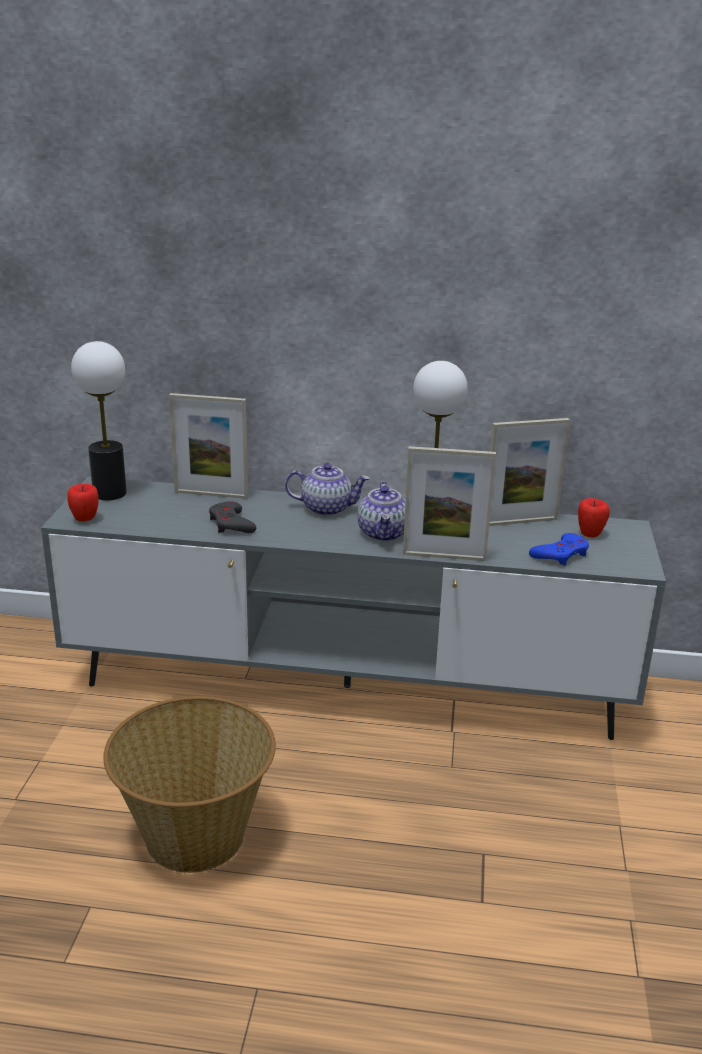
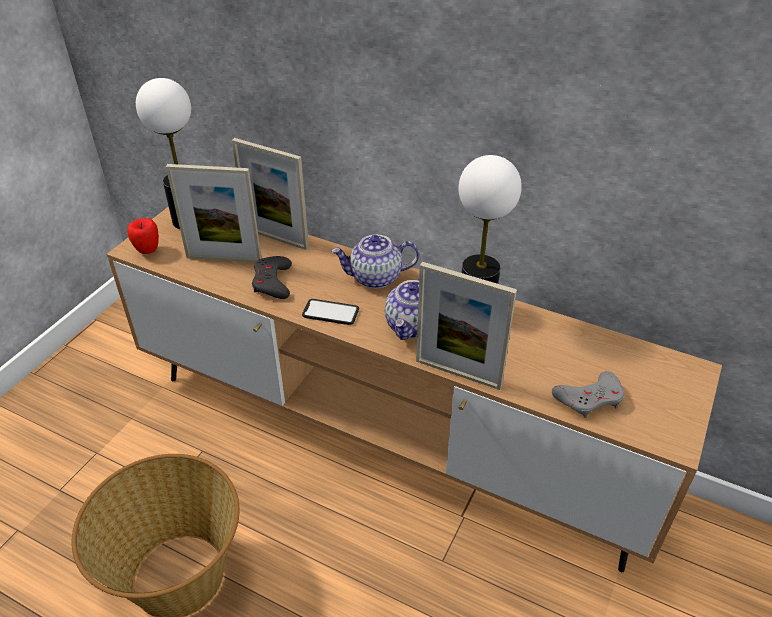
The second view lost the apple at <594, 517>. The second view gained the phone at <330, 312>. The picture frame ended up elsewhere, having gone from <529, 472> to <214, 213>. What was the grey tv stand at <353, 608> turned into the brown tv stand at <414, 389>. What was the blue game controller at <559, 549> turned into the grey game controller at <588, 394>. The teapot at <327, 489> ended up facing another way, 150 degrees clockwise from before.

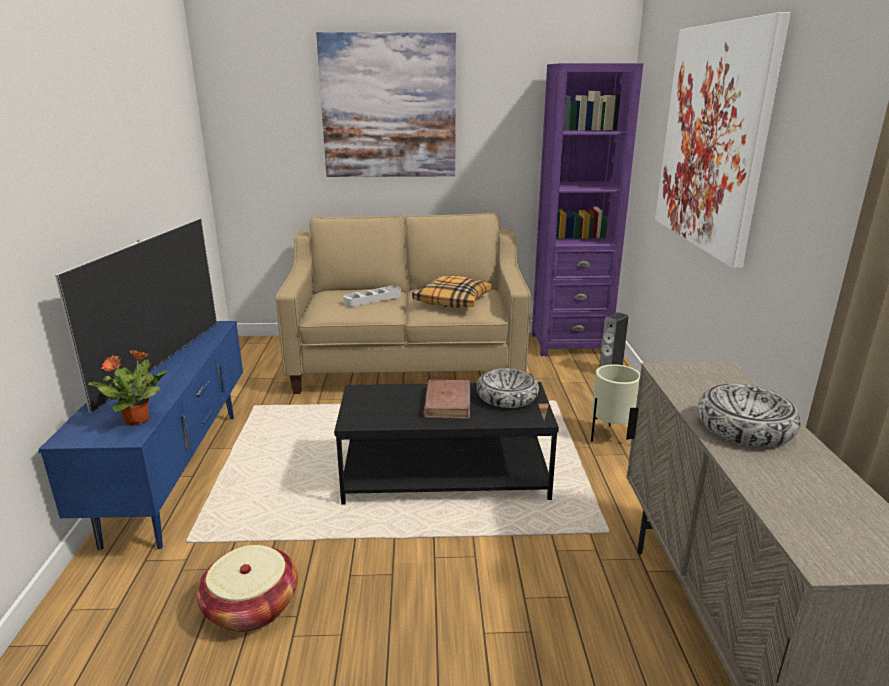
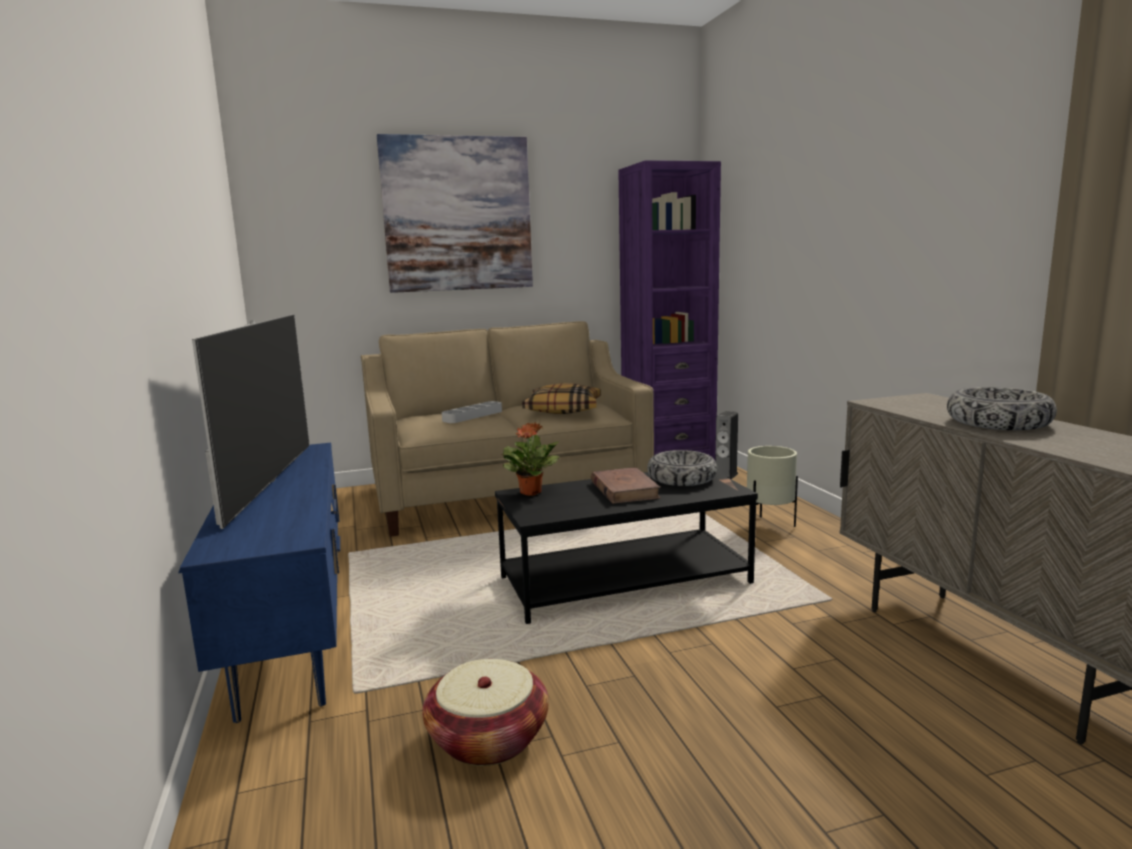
The second view lost the picture at <723, 140>. The potted plant ended up elsewhere, having gone from <127, 388> to <530, 459>.

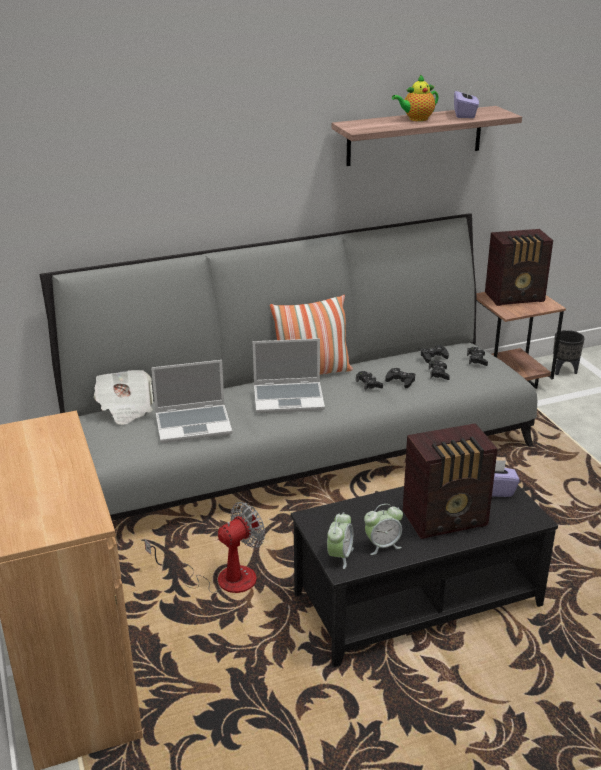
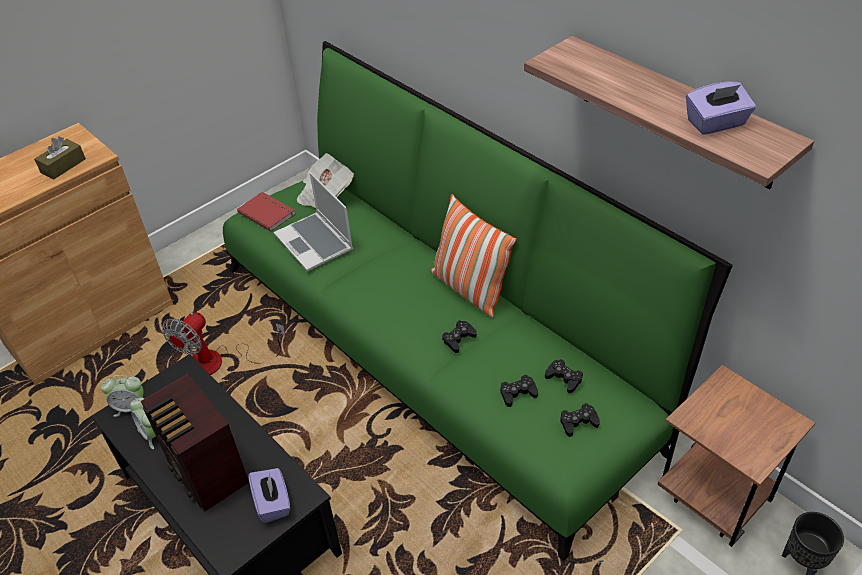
The second view lost the laptop at <289, 375>. The second view lost the black game controller at <400, 378>. The second view lost the teapot at <415, 97>. The second view lost the radio at <519, 267>. The second view gained the brown tissue box at <60, 158>. The second view gained the red book at <266, 212>. What was the grey sofa at <288, 367> turned into the green sofa at <478, 301>. The fan at <204, 547> ended up facing another way, 90 degrees clockwise from before.

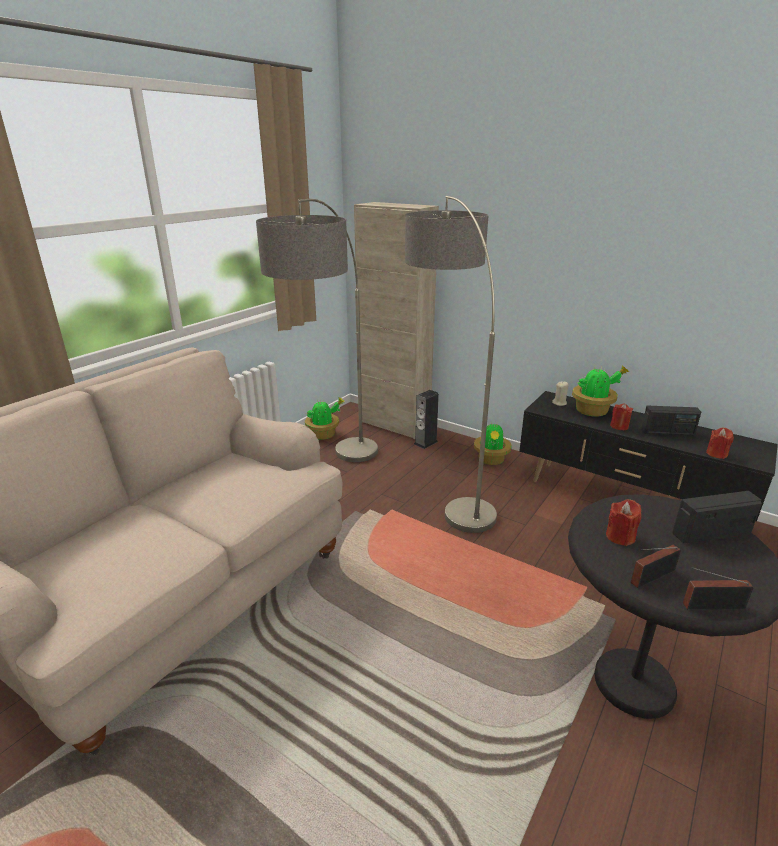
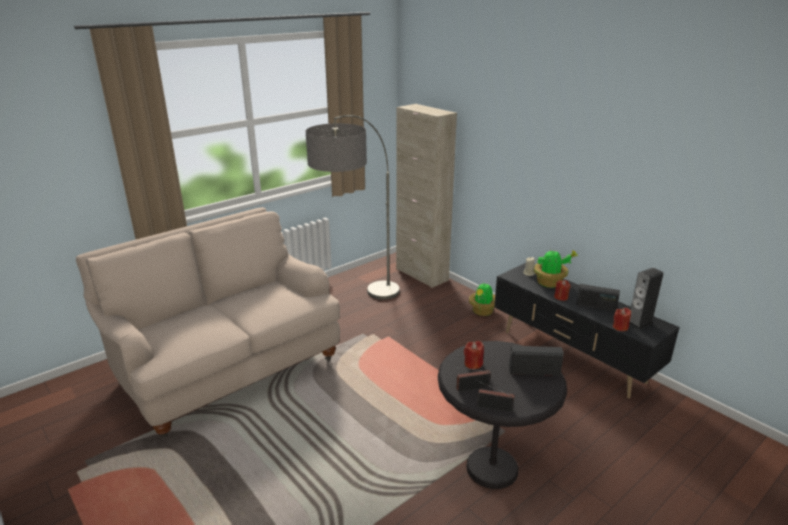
The second view lost the potted plant at <325, 418>. The second view lost the floor lamp at <451, 364>. The speaker ended up elsewhere, having gone from <426, 419> to <646, 299>.

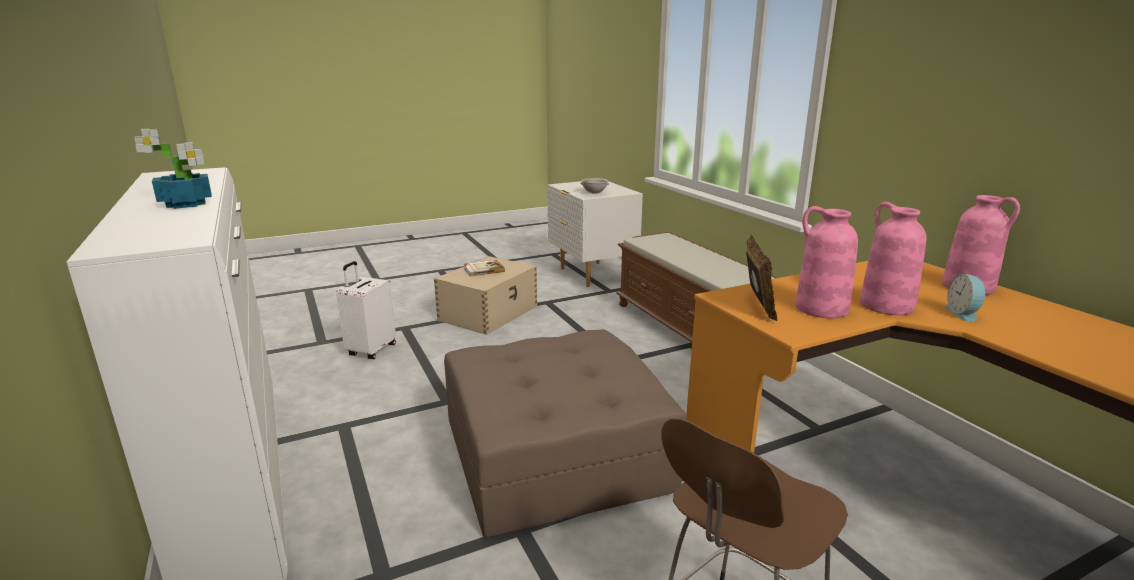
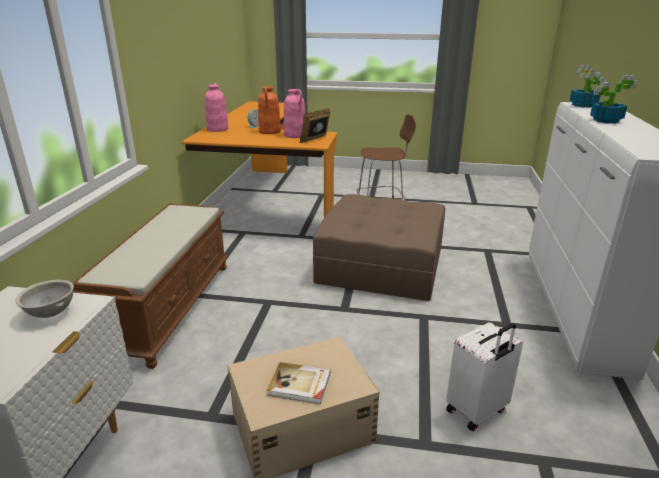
The second view gained the potted plant at <587, 86>. What was the pink vase at <893, 258> turned into the orange vase at <269, 110>.

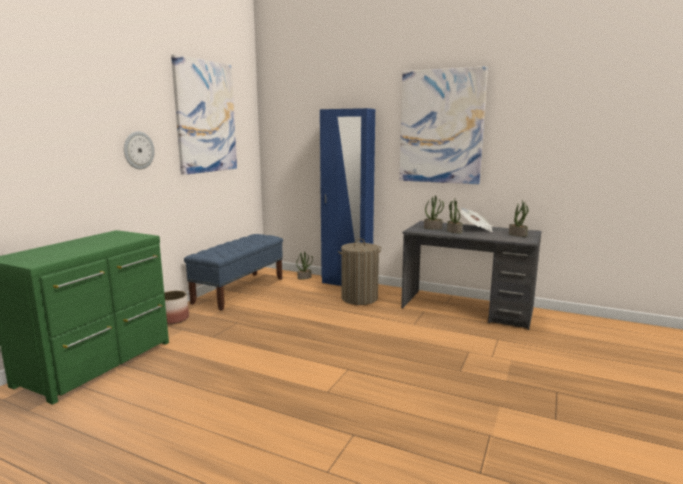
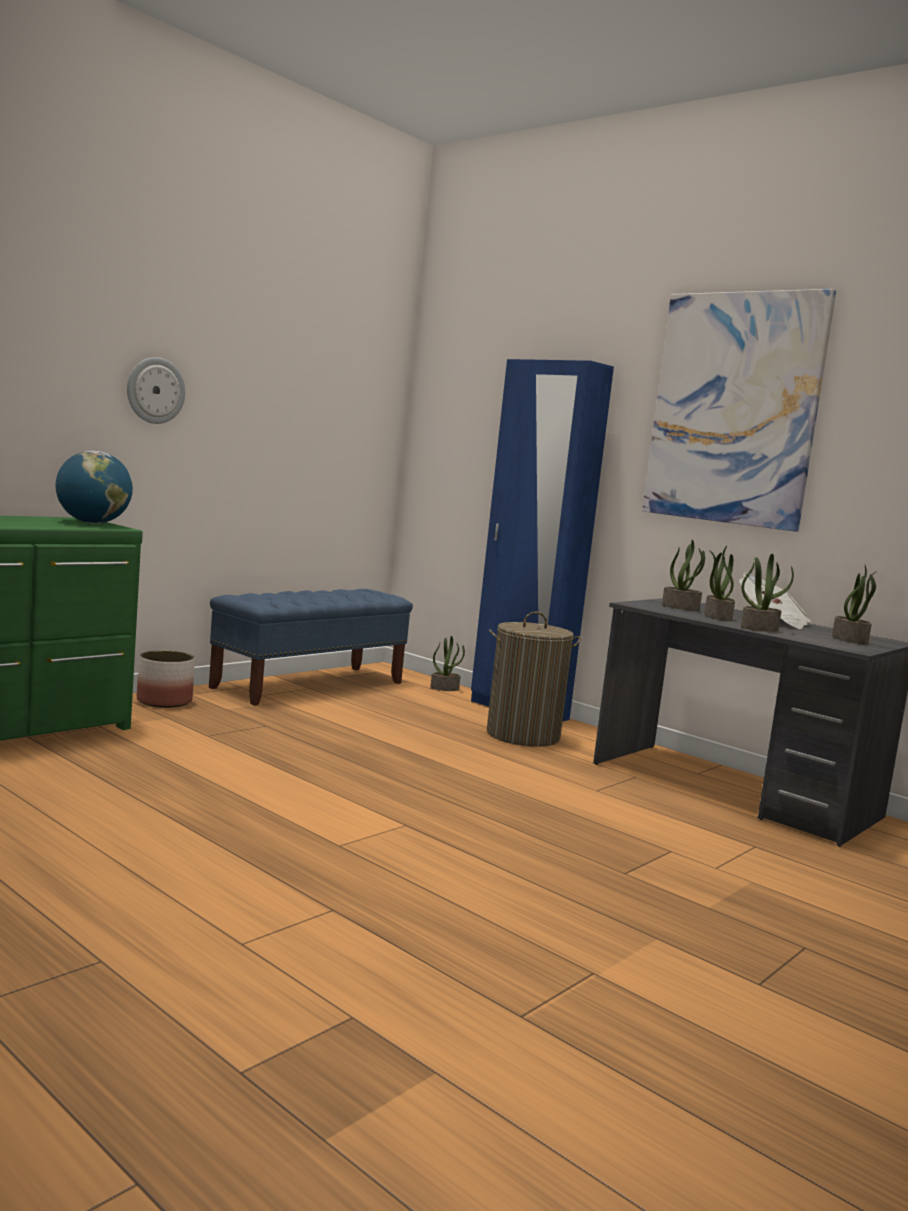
The second view lost the picture at <204, 114>. The second view gained the globe at <94, 487>. The second view gained the potted plant at <767, 593>.

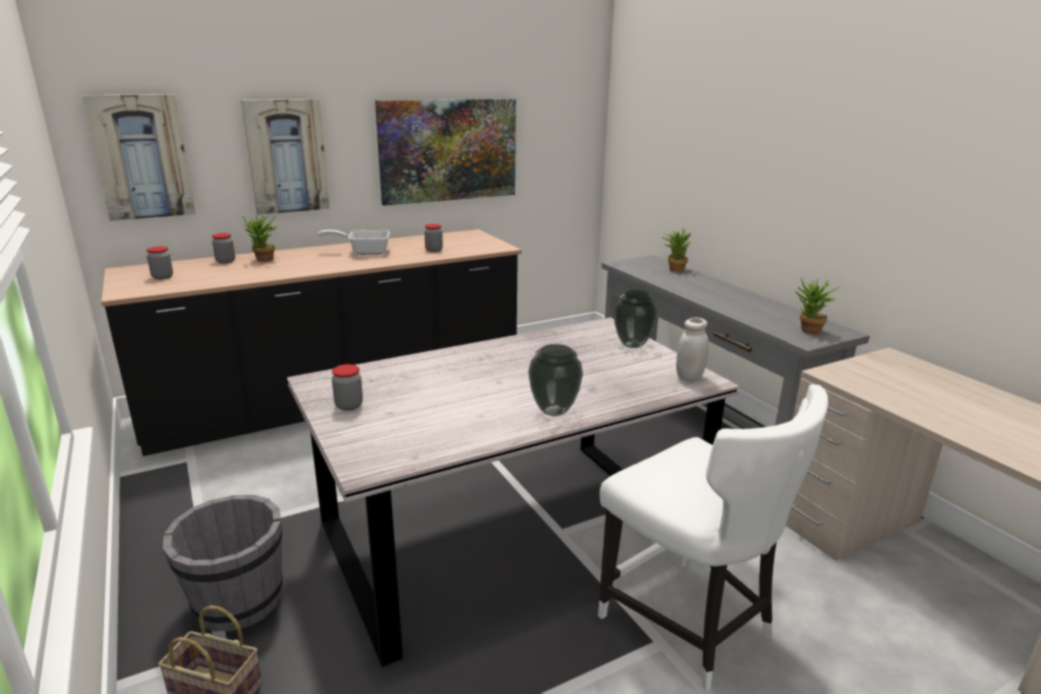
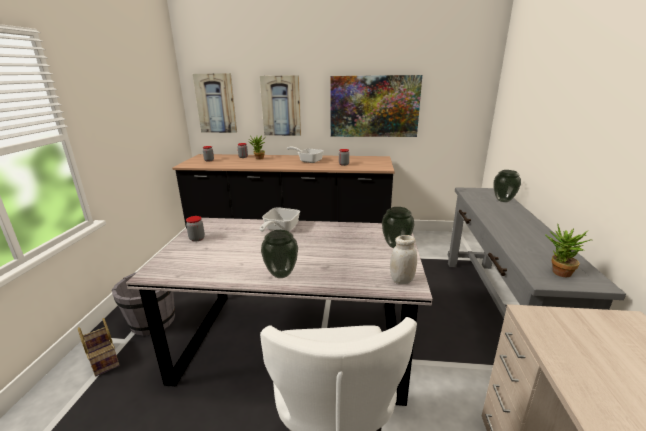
The second view gained the frying pan at <280, 219>. Where the potted plant stood at <676, 249>, the vase came to stand at <507, 186>.

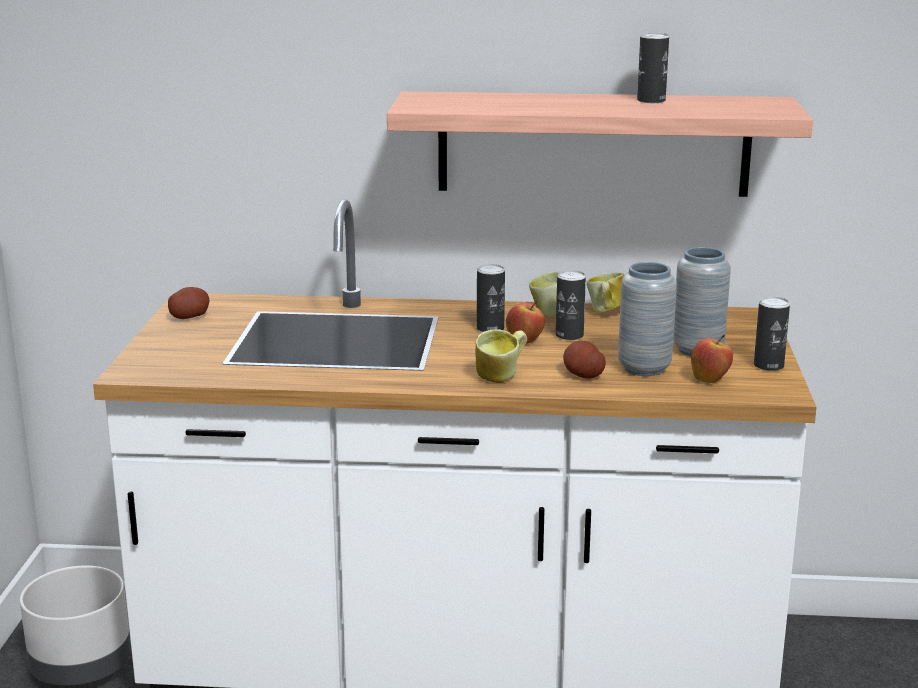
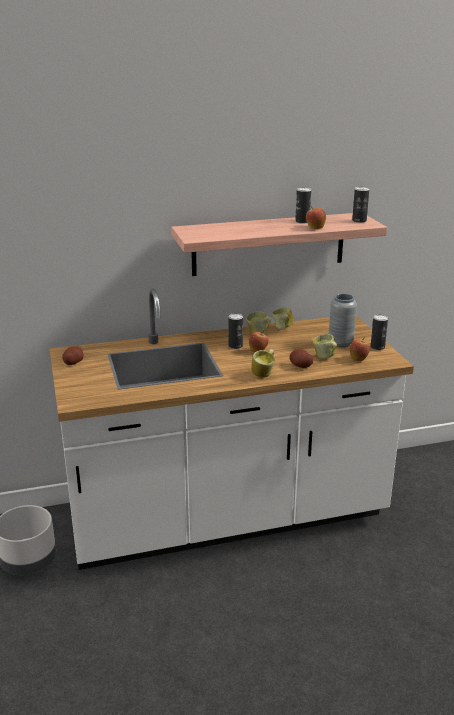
The second view gained the apple at <316, 217>. The can ended up elsewhere, having gone from <571, 305> to <360, 205>. Where the grey vase stood at <647, 319>, the mug came to stand at <325, 346>.

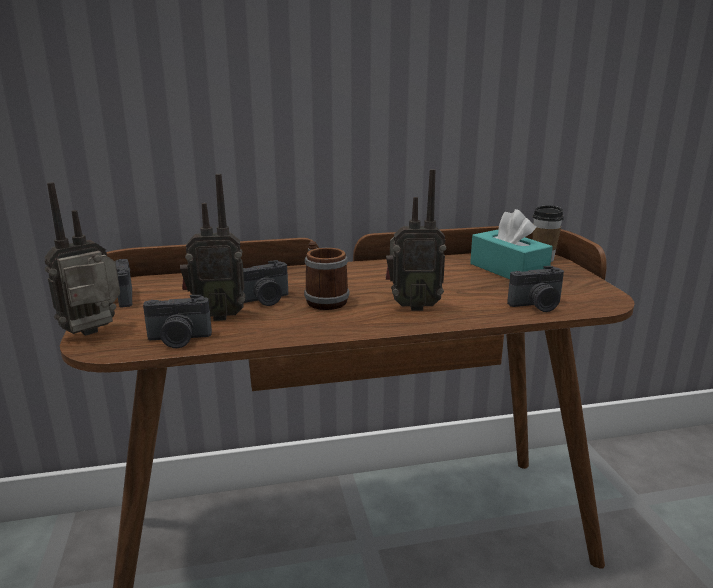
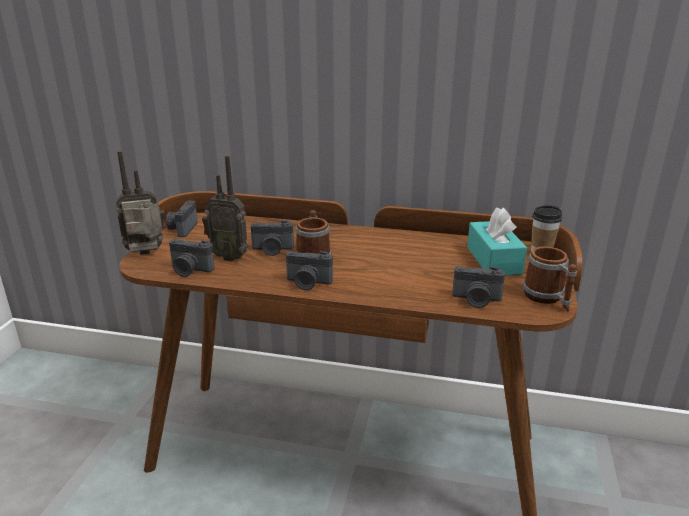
The second view lost the radio at <415, 240>. The second view gained the photo camera at <309, 270>. The second view gained the mug at <550, 279>.

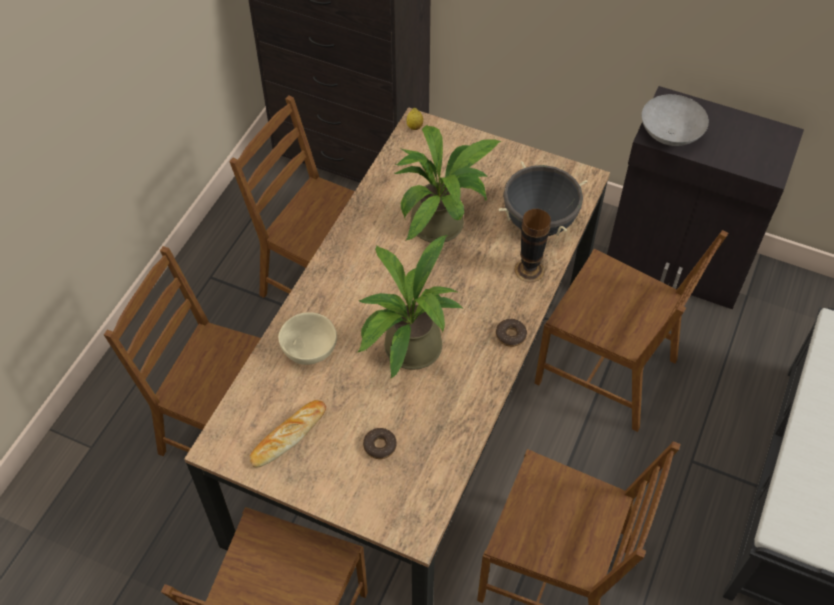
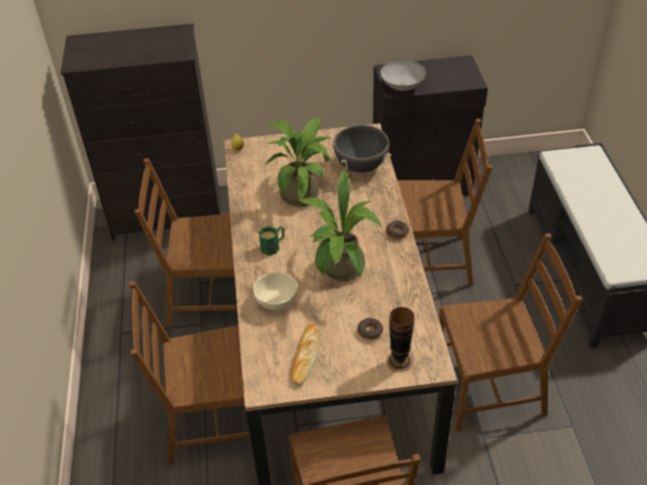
The second view gained the green mug at <271, 241>. The vase ended up elsewhere, having gone from <532, 246> to <400, 339>.

